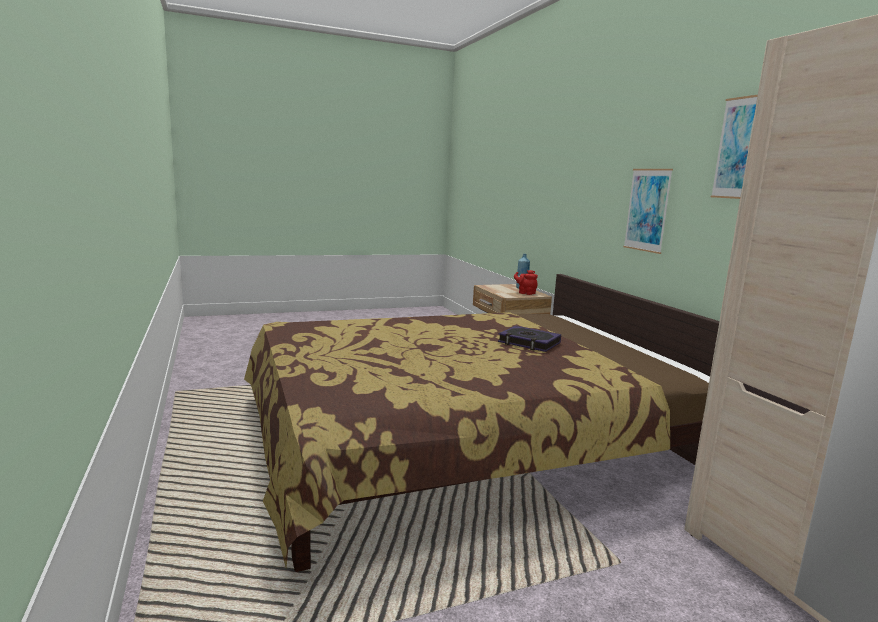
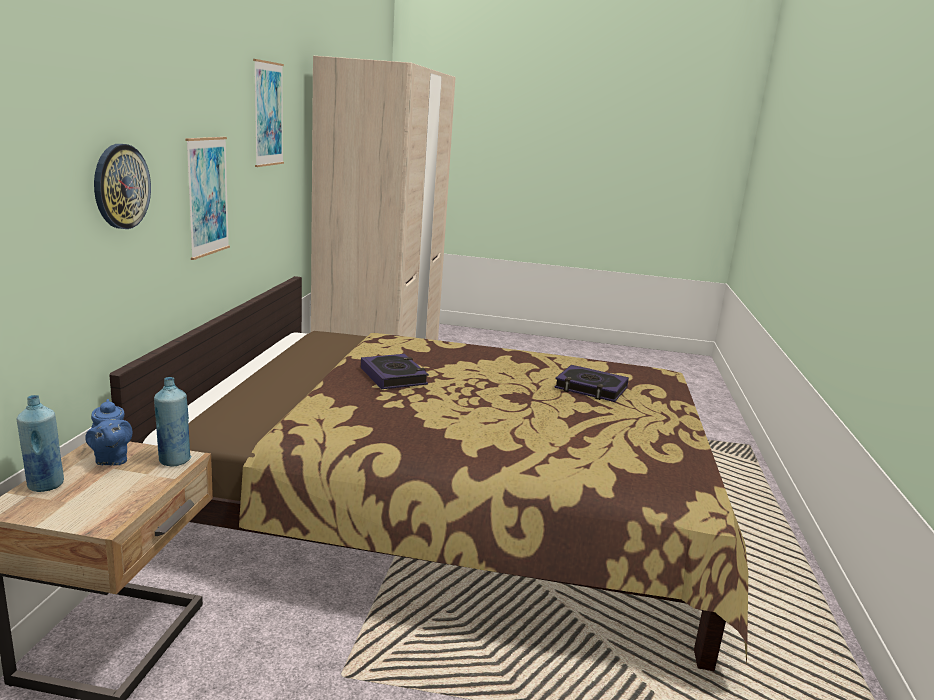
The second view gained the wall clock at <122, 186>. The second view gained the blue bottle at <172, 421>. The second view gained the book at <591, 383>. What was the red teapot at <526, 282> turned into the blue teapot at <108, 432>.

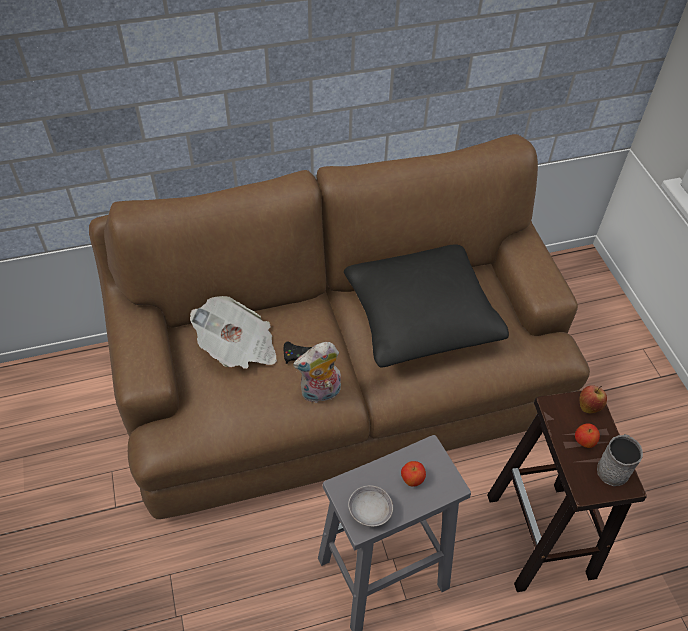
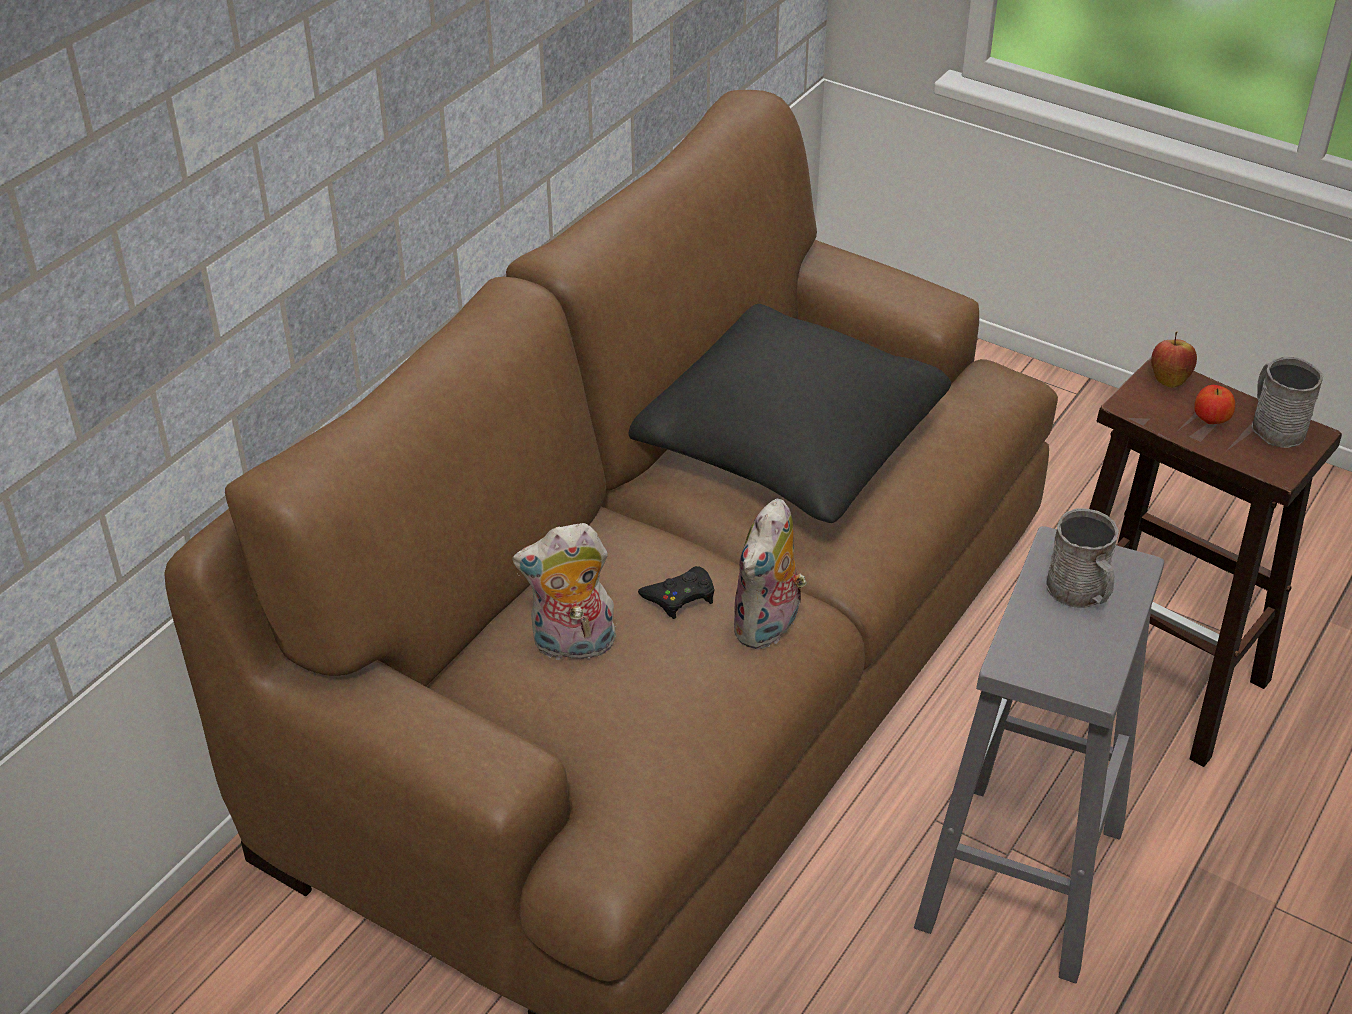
The second view lost the grey bowl at <370, 506>. Where the newspaper stood at <233, 332>, the plush toy came to stand at <564, 591>. Where the apple stood at <413, 474>, the grey mug came to stand at <1083, 558>.

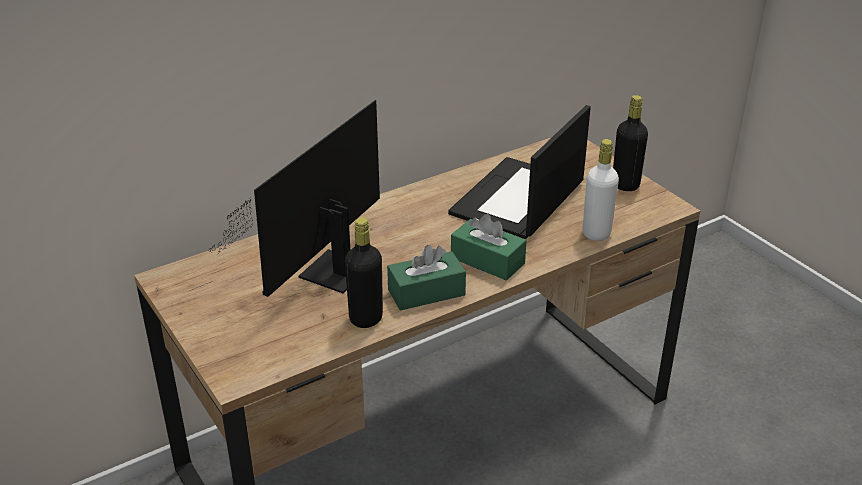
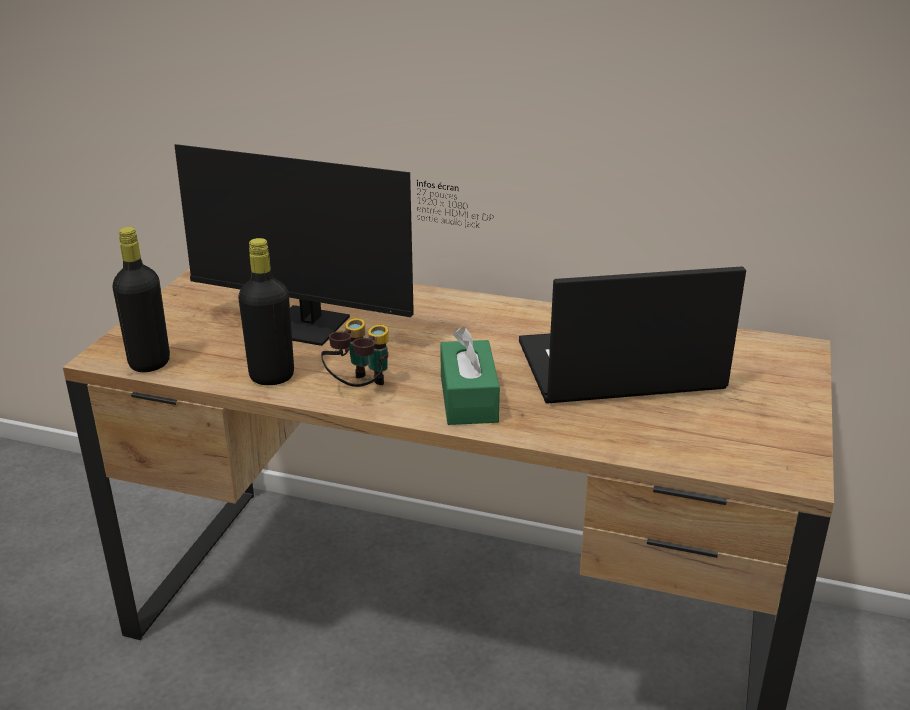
The second view lost the white bottle at <600, 190>. The black bottle ended up elsewhere, having gone from <630, 143> to <141, 299>. Where the green tissue box stood at <426, 278>, the binoculars came to stand at <355, 352>. The monitor at <294, 198> ended up facing another way, 150 degrees counterclockwise from before.

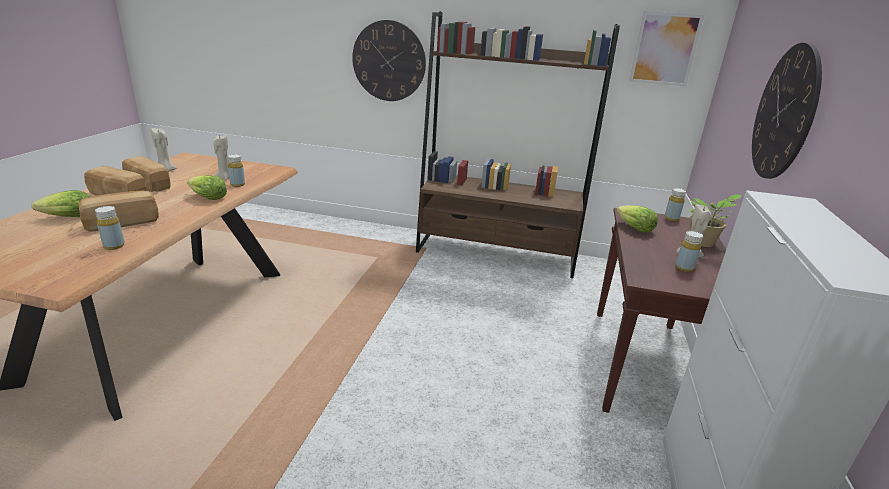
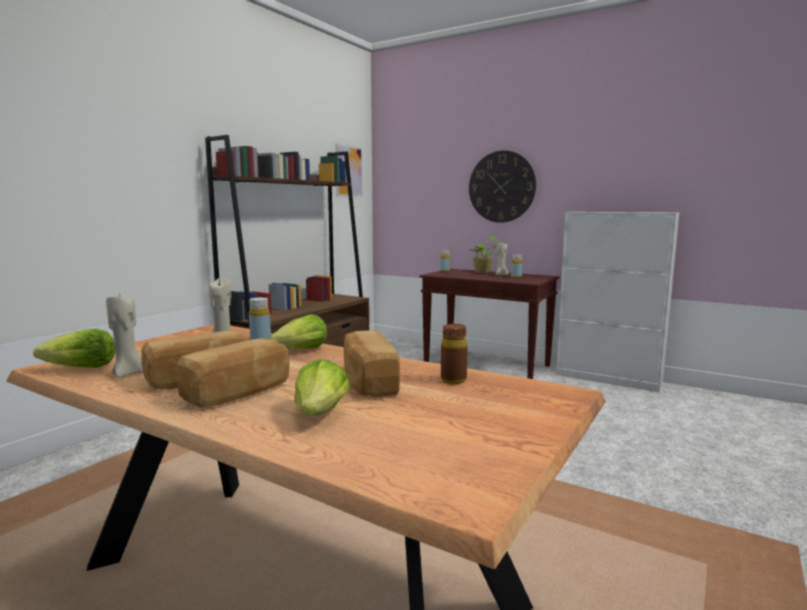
The second view lost the wall clock at <389, 60>. The lettuce ended up elsewhere, having gone from <637, 218> to <74, 348>. What was the yellow bottle at <110, 228> turned into the brown bottle at <454, 354>.

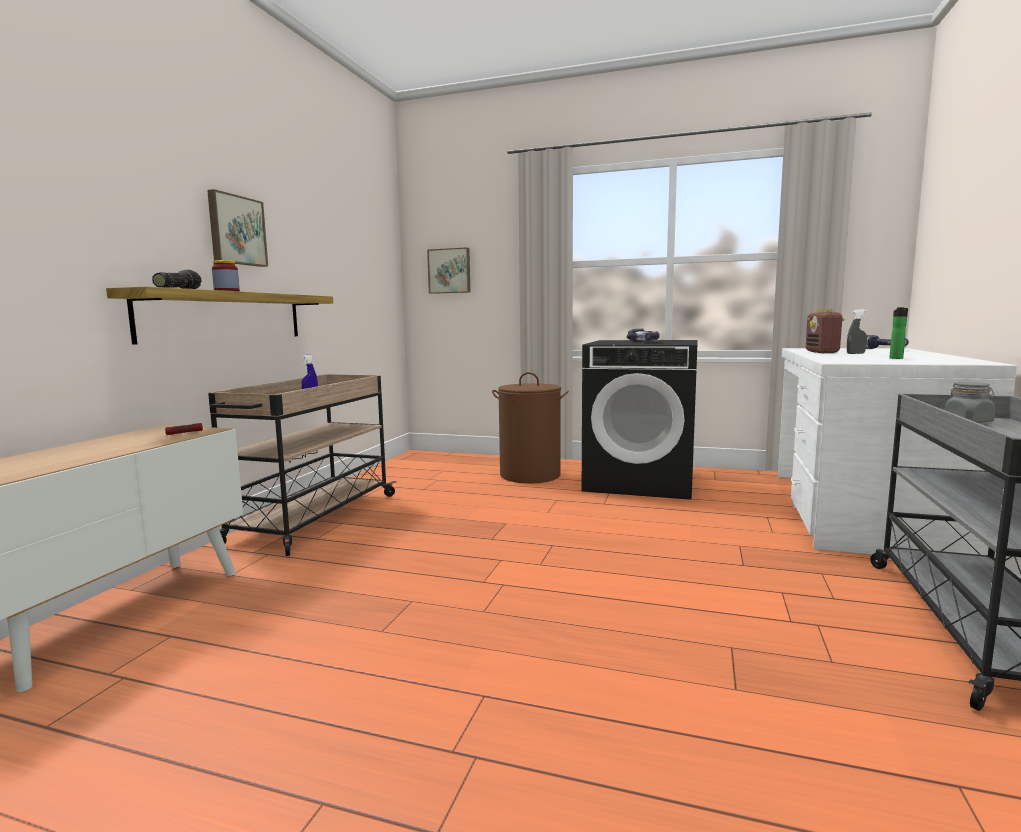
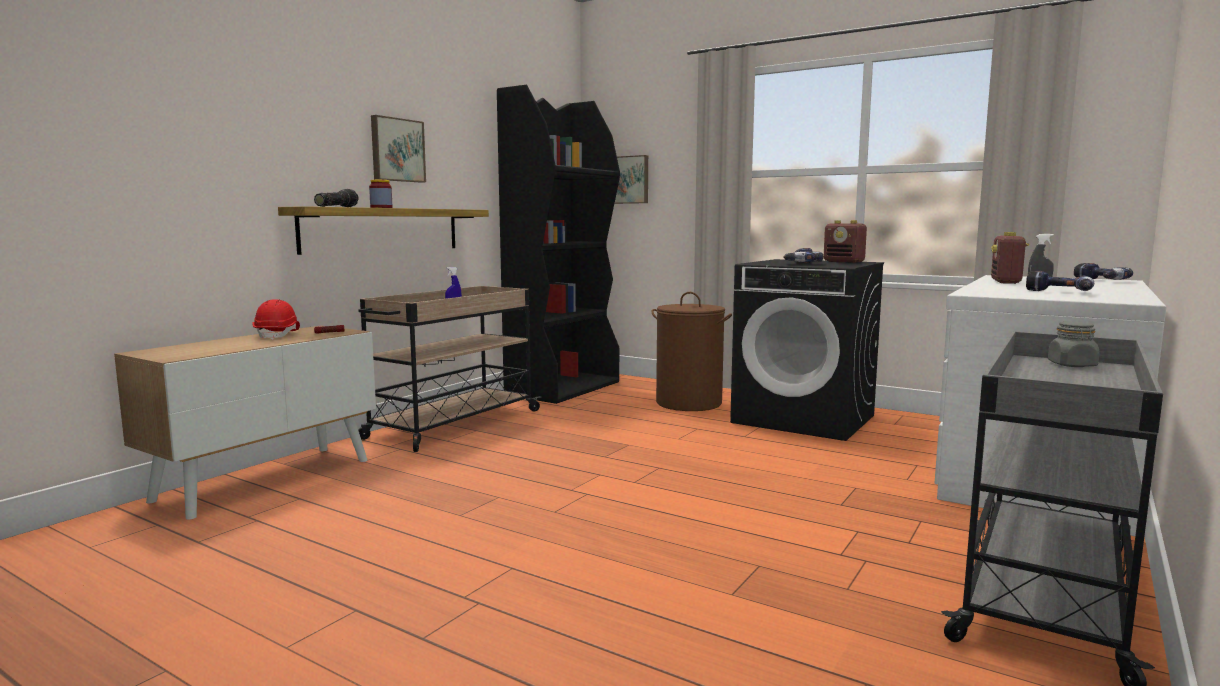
The second view gained the red hard hat at <276, 319>. The second view gained the black bookcase at <558, 244>. The second view gained the radio at <845, 241>. Where the bottle stood at <898, 333>, the power drill came to stand at <1060, 281>.

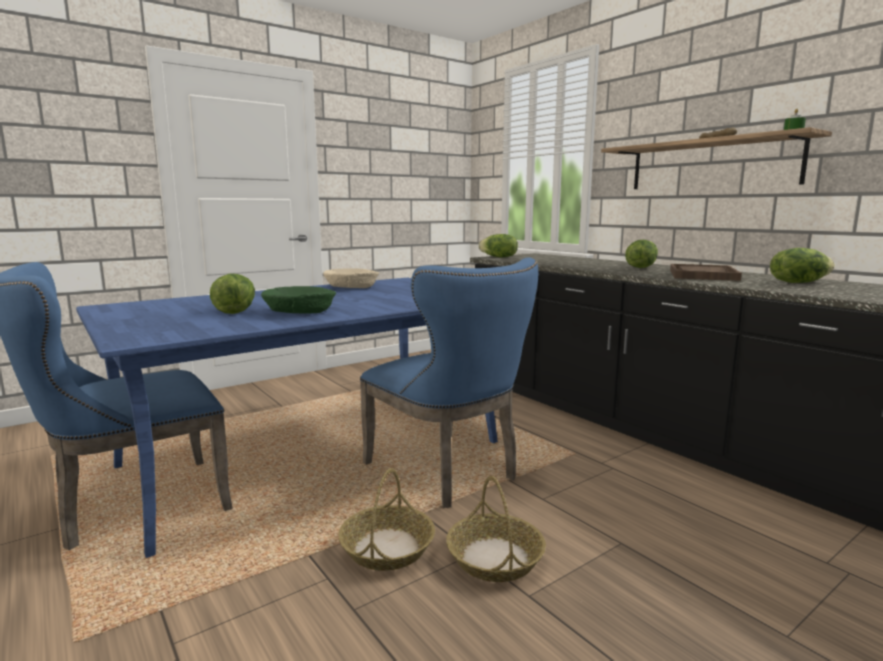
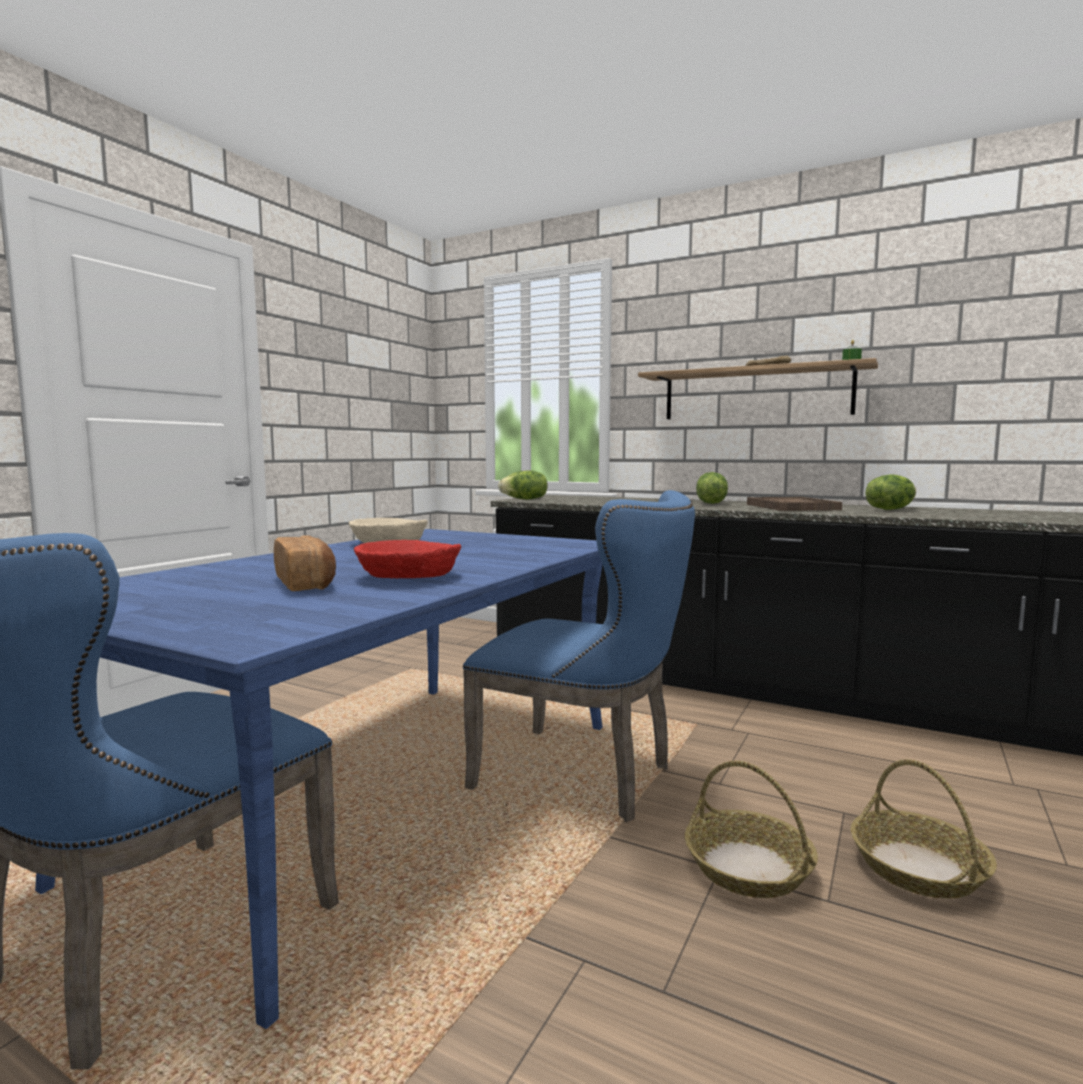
The basket ended up elsewhere, having gone from <386, 519> to <924, 828>. Where the lettuce stood at <232, 294>, the bread came to stand at <305, 563>. What was the green bowl at <298, 300> turned into the red bowl at <407, 559>.

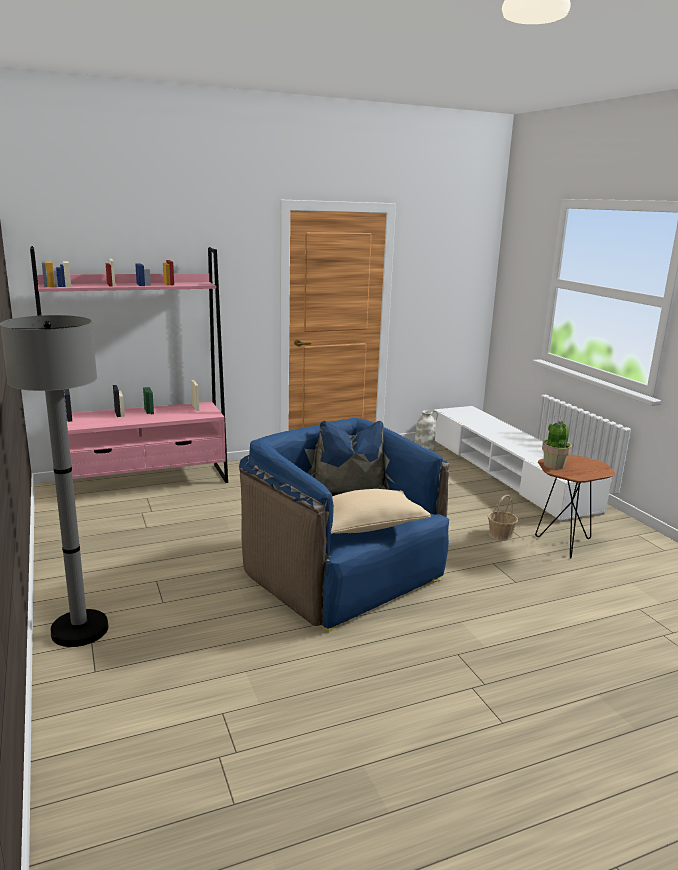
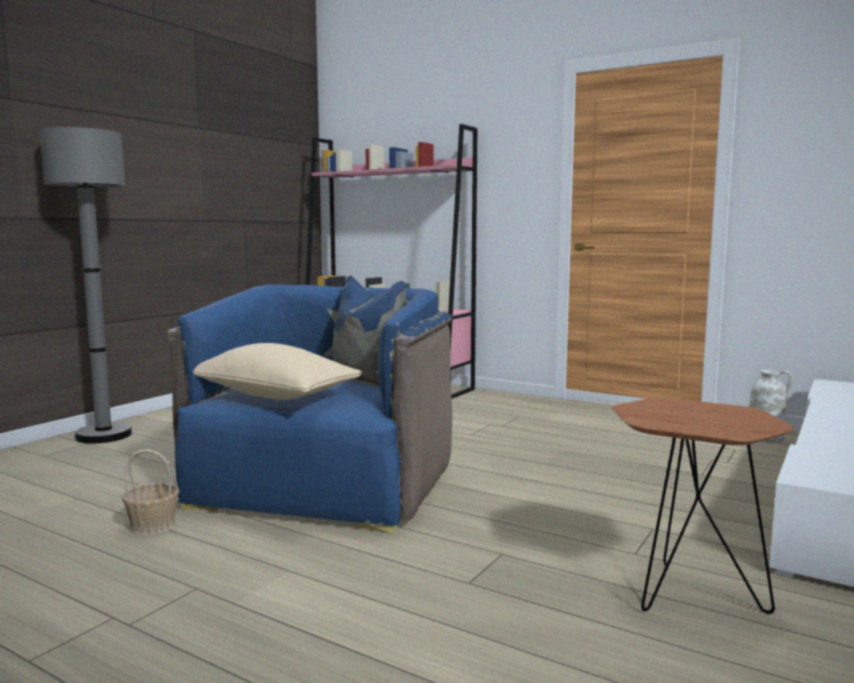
The second view lost the potted plant at <557, 444>. The basket ended up elsewhere, having gone from <503, 518> to <150, 492>.

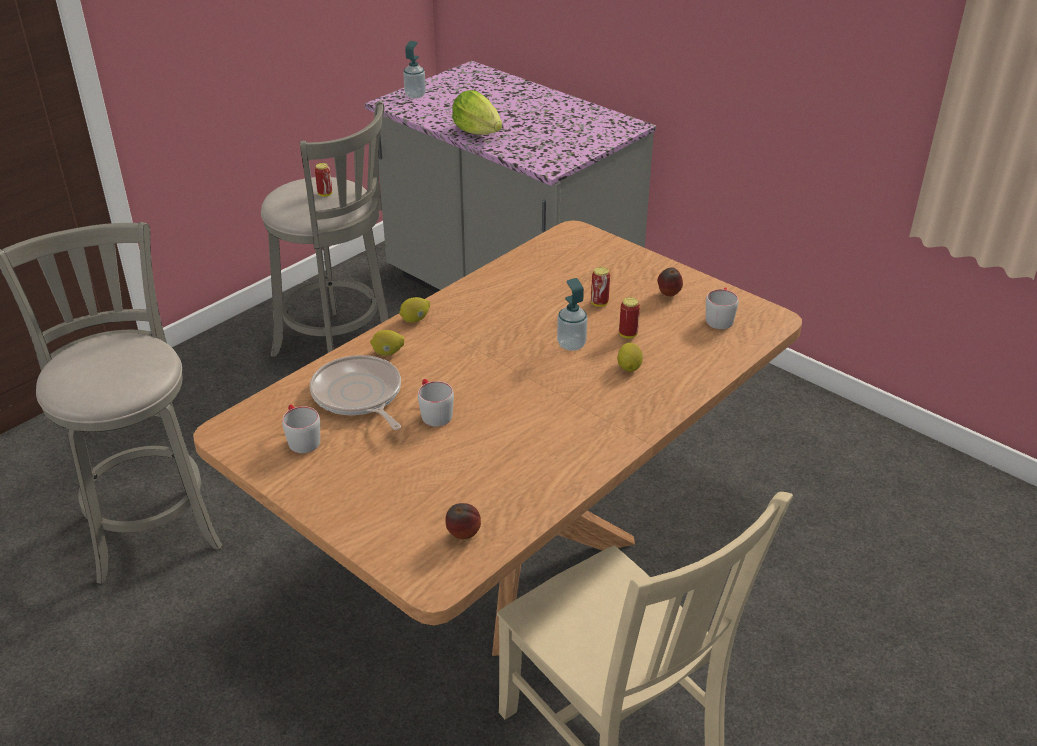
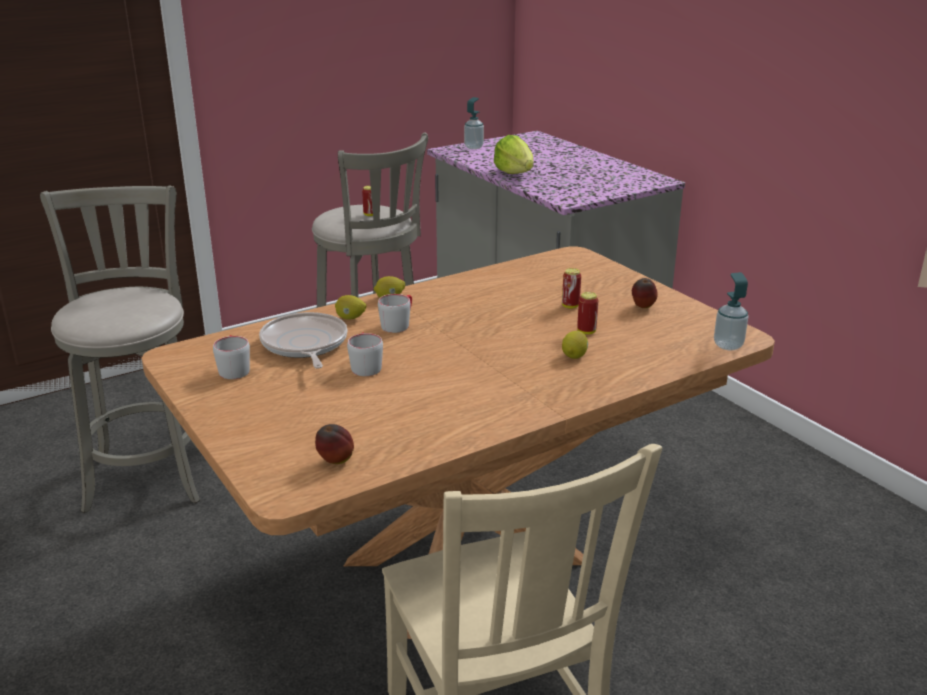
The soap dispenser ended up elsewhere, having gone from <572, 314> to <731, 311>. The grey mug ended up elsewhere, having gone from <722, 308> to <395, 313>.

